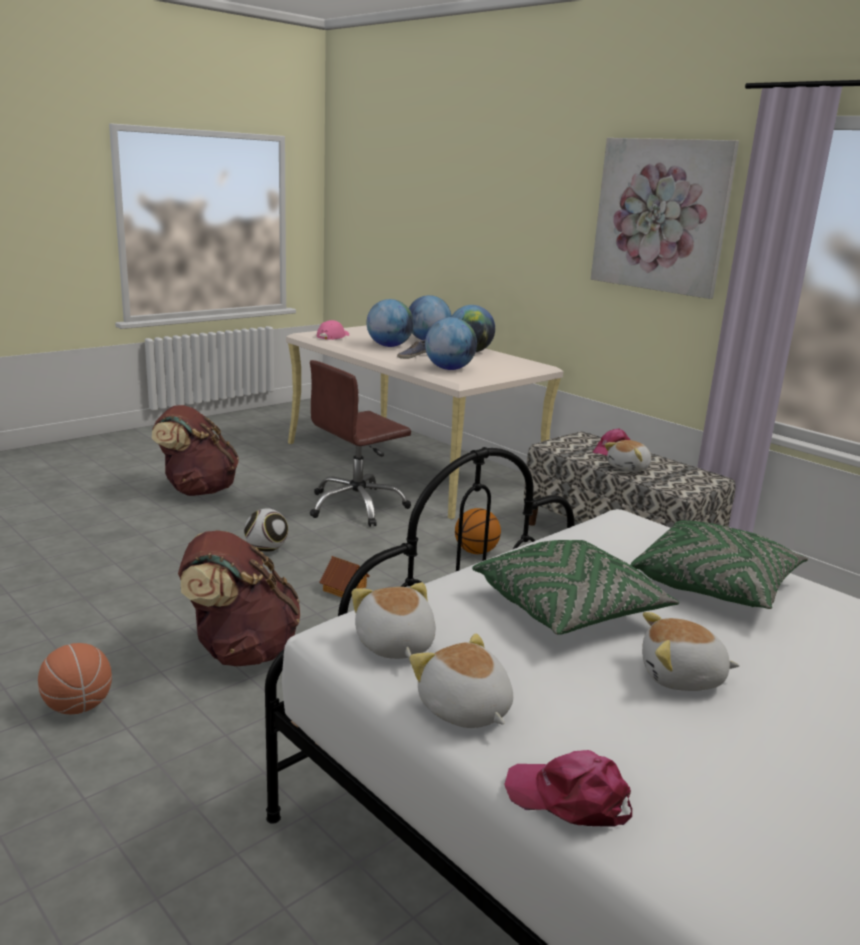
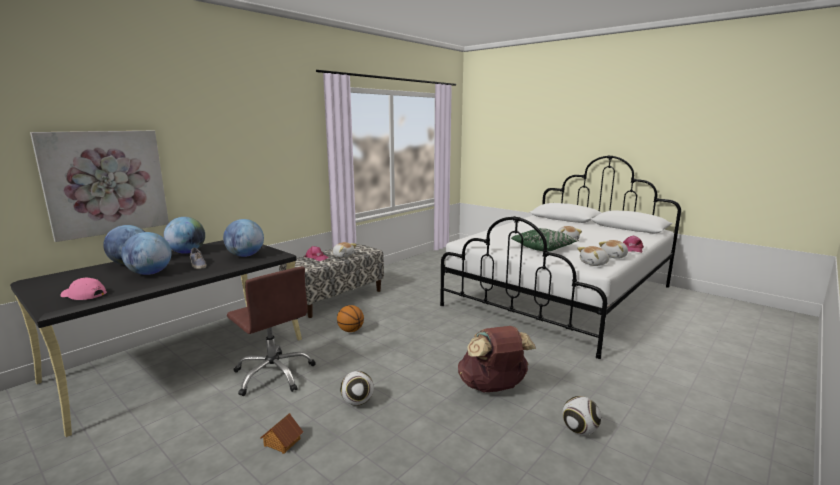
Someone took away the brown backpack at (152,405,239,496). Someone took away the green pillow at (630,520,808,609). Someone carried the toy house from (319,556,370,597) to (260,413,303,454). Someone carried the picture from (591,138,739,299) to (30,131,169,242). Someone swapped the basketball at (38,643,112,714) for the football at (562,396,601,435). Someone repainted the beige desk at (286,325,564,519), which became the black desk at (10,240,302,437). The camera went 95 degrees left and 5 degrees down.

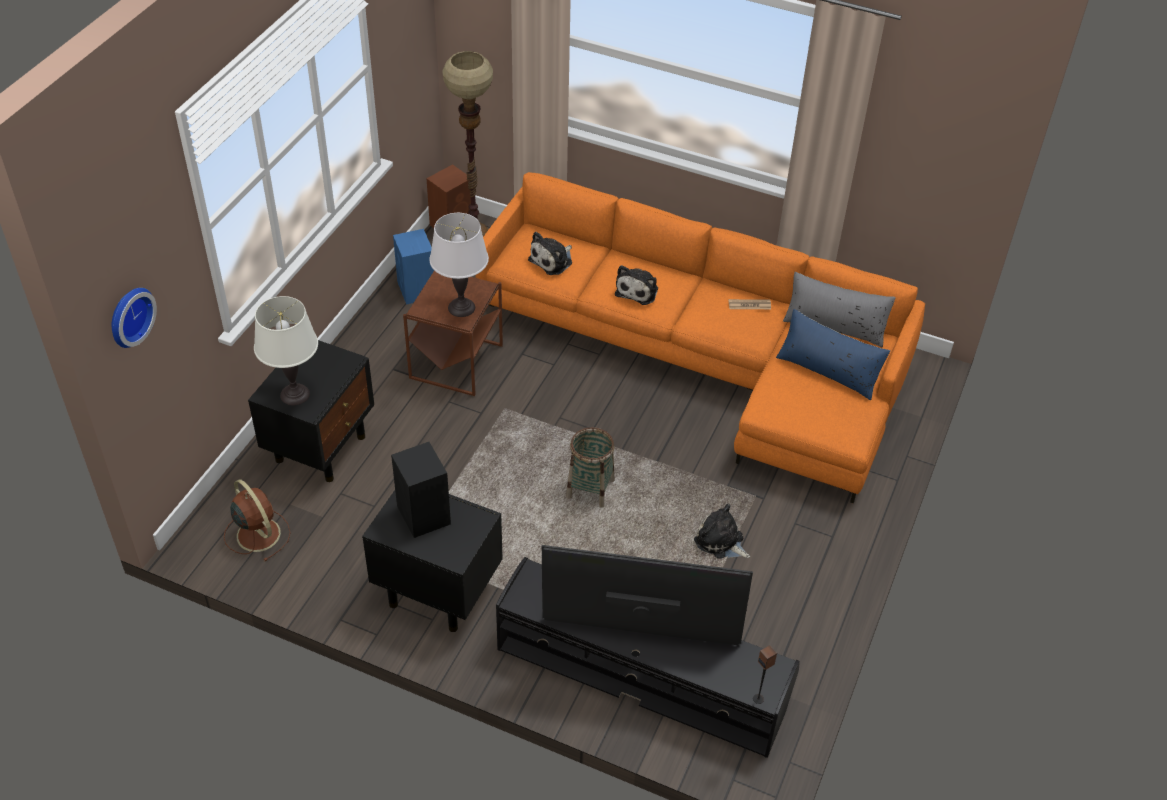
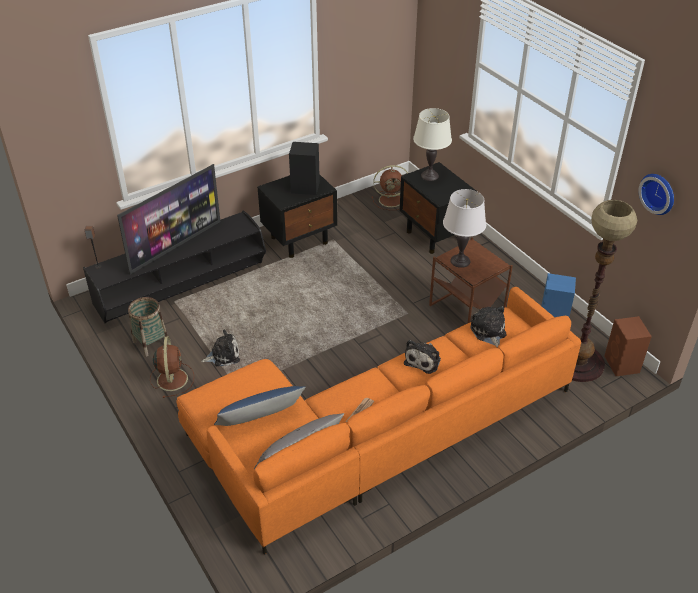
Someone put down the brown fan at (150,336,194,398). Someone carried the wall clock from (112,288,157,348) to (638,174,674,215). Someone carried the basket from (566,427,614,508) to (128,297,168,357). Someone rotated the plush toy at (615,265,658,305) by 120 degrees counterclockwise. The camera went 125 degrees right and 5 degrees down.

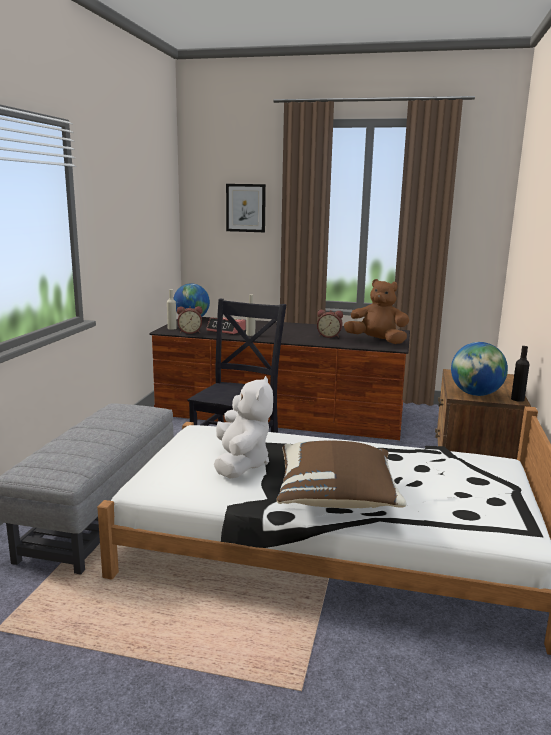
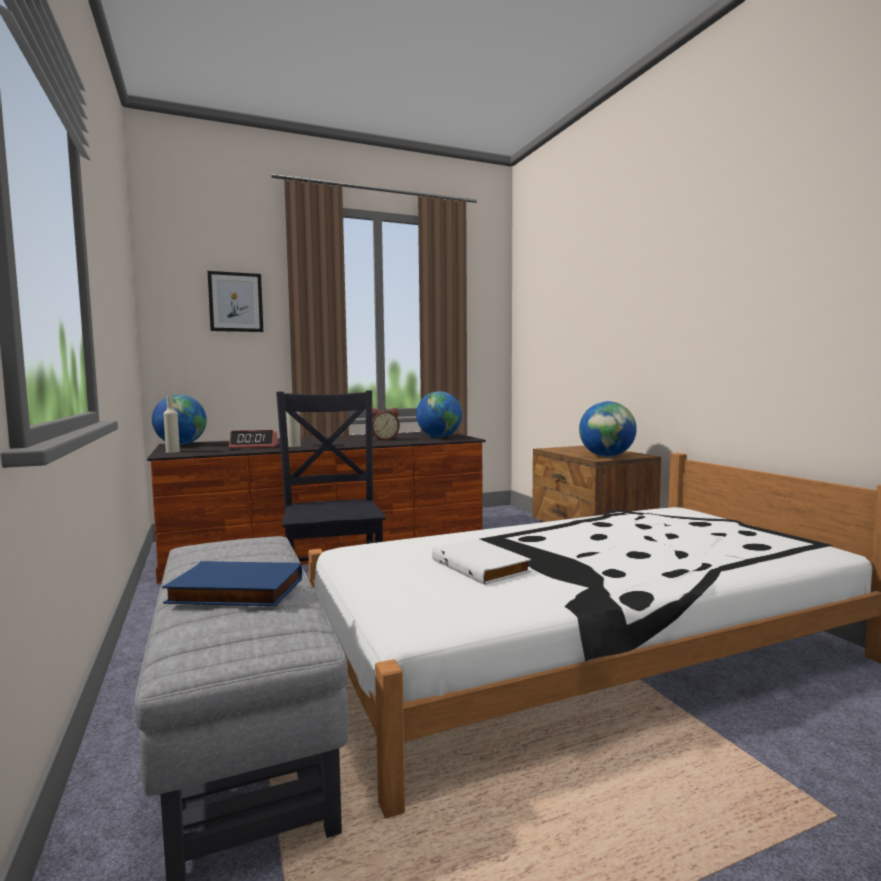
Someone took away the alarm clock at (177,306,203,334). Someone took away the brown pillow at (277,440,407,508). Someone took away the black bottle at (511,346,530,402). Someone put down the blue book at (162,561,302,606). Someone swapped the white plush toy at (214,376,273,479) for the white book at (432,539,531,585). Someone swapped the brown plush toy at (344,279,409,344) for the globe at (416,391,462,438). The camera went 35 degrees left and 10 degrees down.

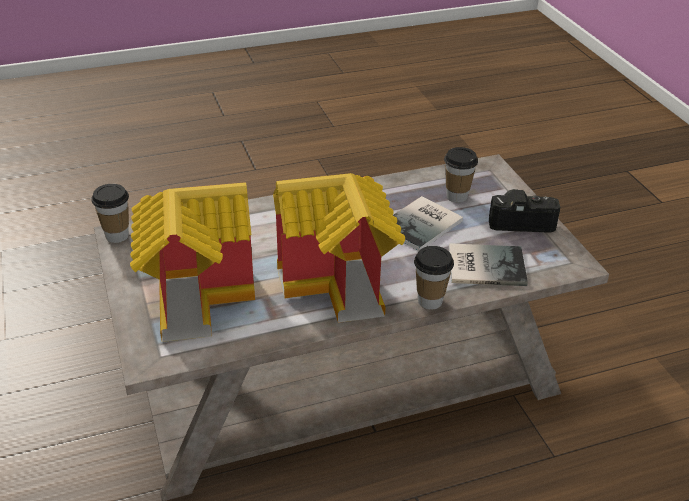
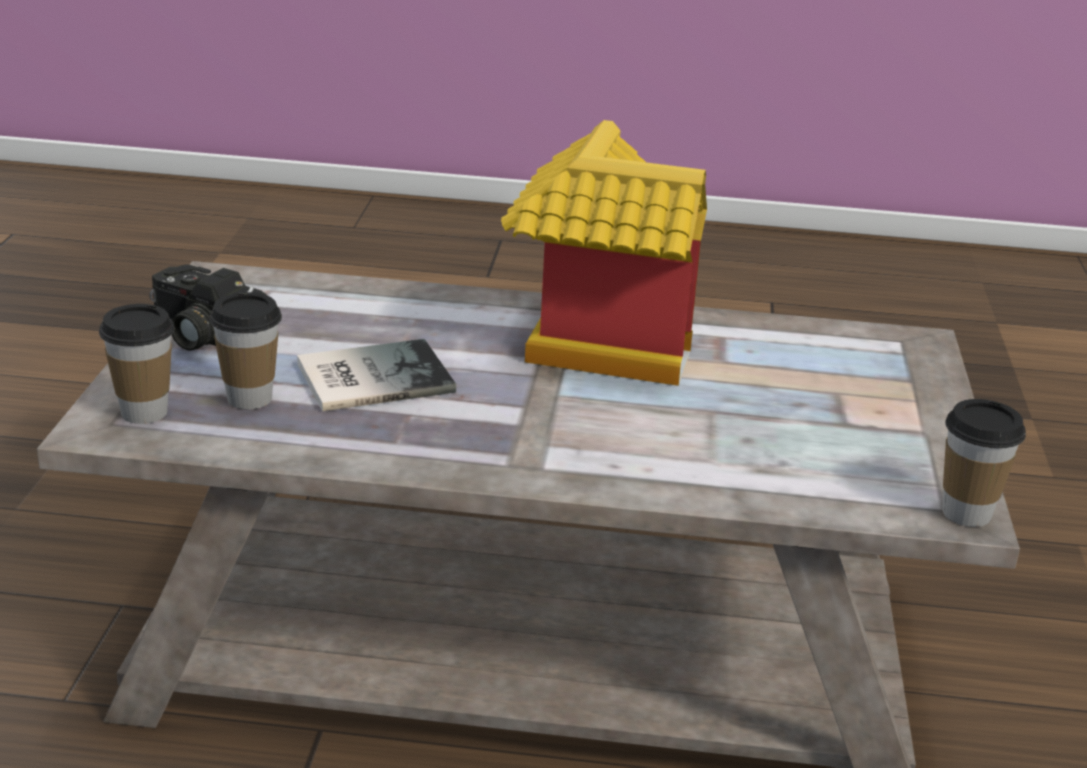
Someone took away the toy house at (130,182,255,342). Someone took away the book at (449,243,528,286). Someone carried the cup from (414,246,454,310) to (99,304,175,424). The camera went 155 degrees left and 10 degrees down.

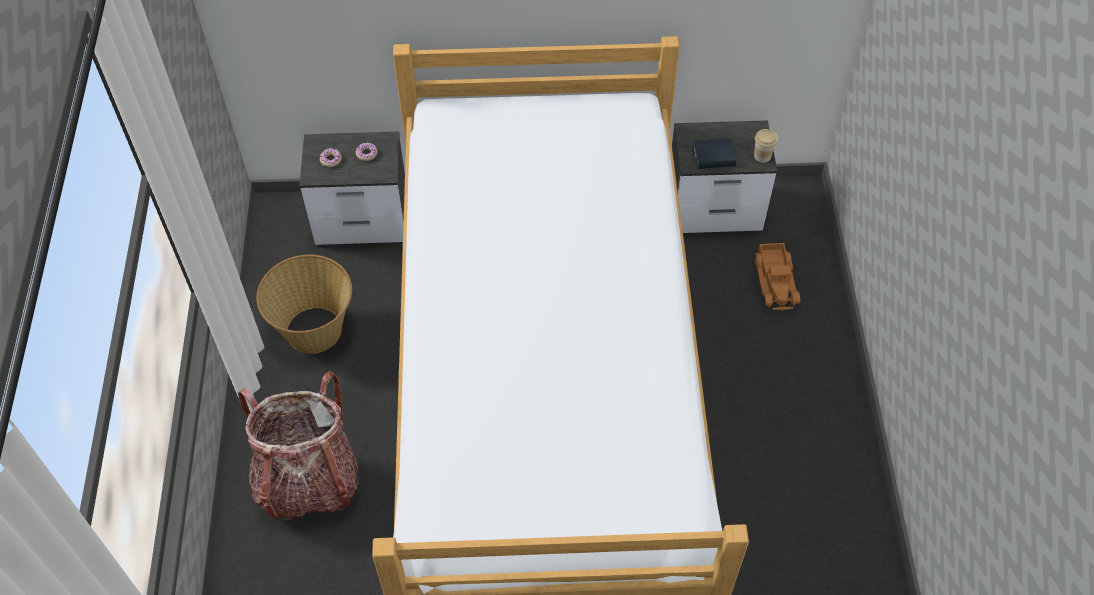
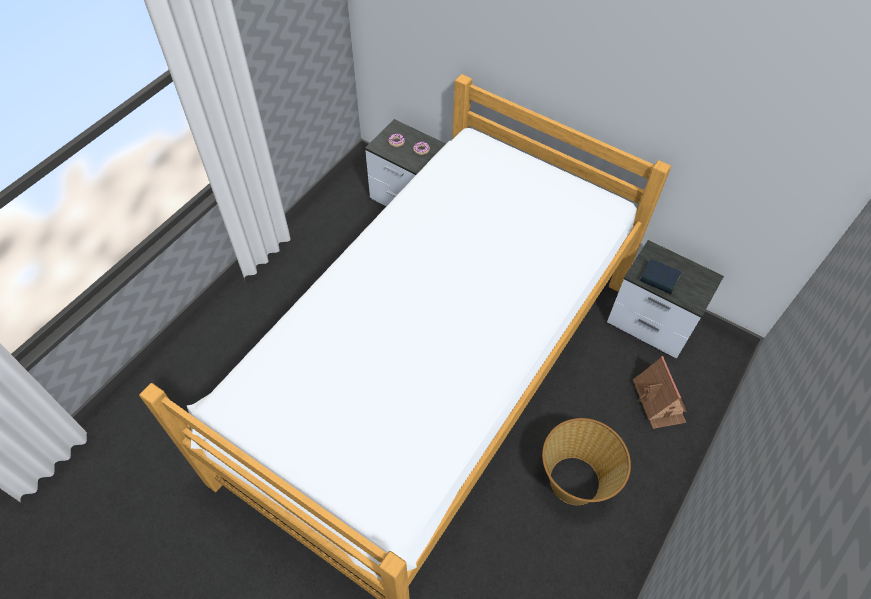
Someone took away the backpack at (238,371,359,521). Someone took away the cup at (754,129,778,163). Someone carried the basket from (256,254,352,354) to (542,418,631,505). Someone swapped the toy truck at (755,243,800,310) for the toy house at (633,356,687,429). The camera went 35 degrees right and 0 degrees up.

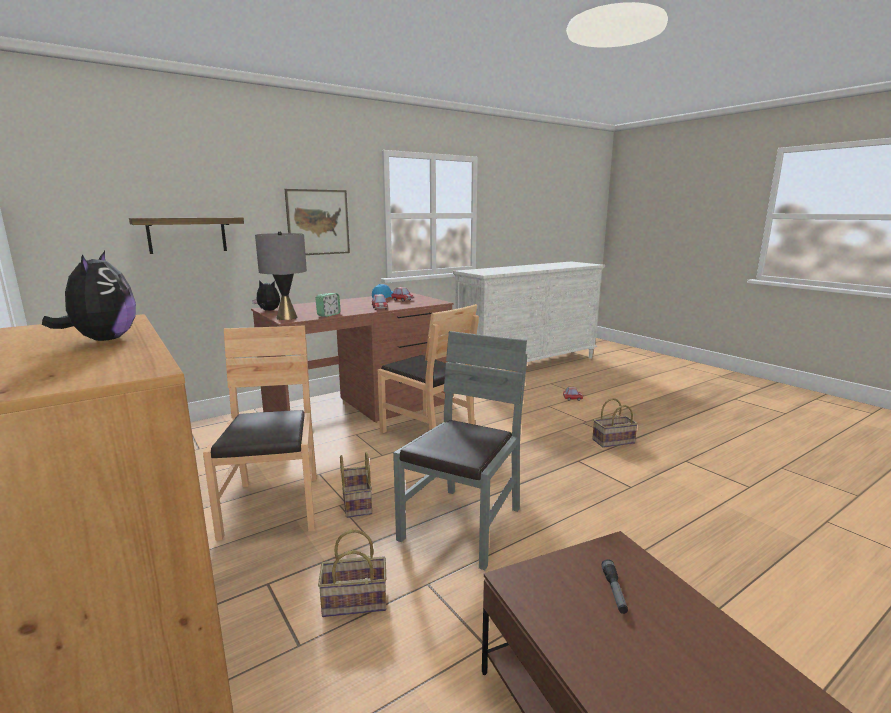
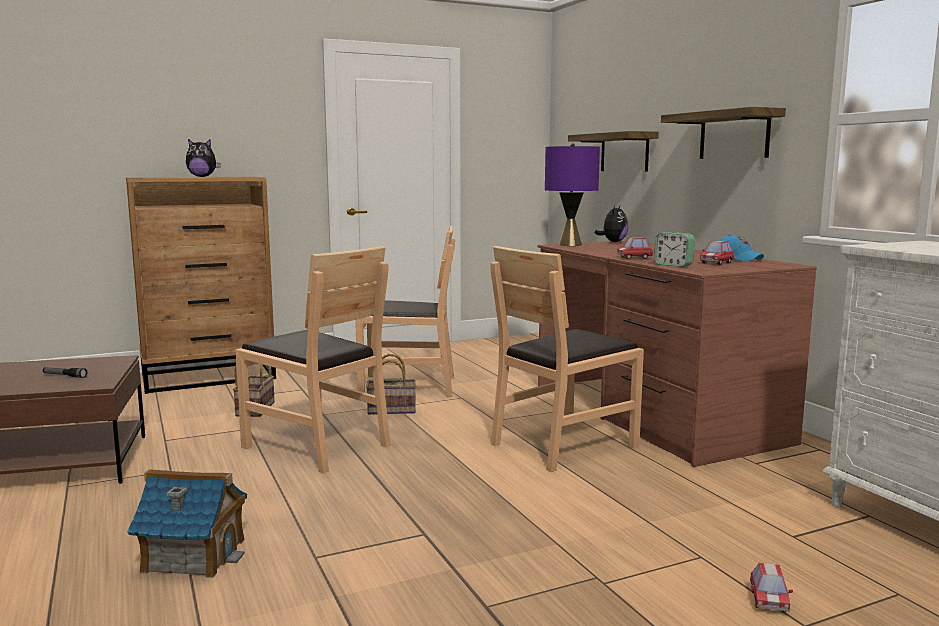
Someone took away the basket at (592,398,638,448). Someone put down the toy house at (127,469,247,578). Someone carried the alarm clock from (316,293,341,317) to (654,232,695,267). Someone swapped the picture at (285,189,350,255) for the shelf at (661,107,786,159). Someone repainted the grey table lamp at (255,231,307,320), which became the purple table lamp at (545,143,600,246). Someone repainted the grey chair at (393,331,527,570), which became the brown chair at (235,246,391,474). The camera went 100 degrees right and 5 degrees down.

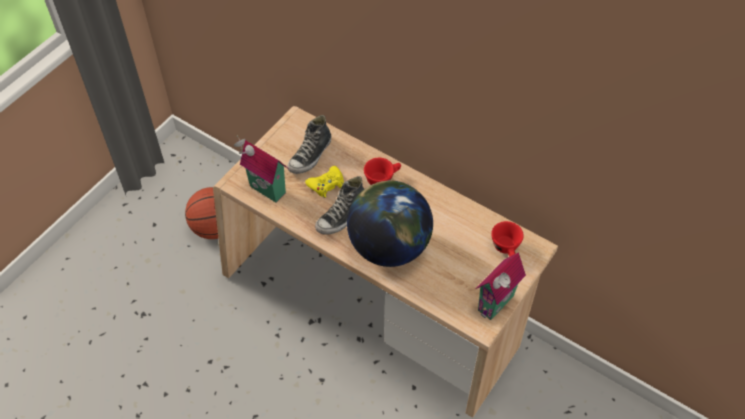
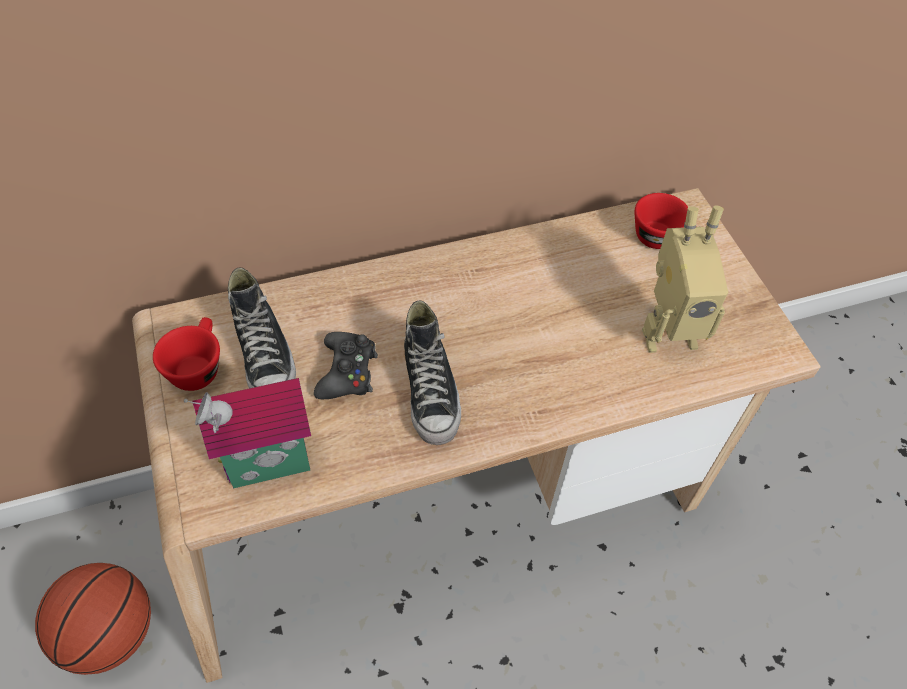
Someone took away the globe at (347,180,433,267). Someone took away the toy house at (475,252,526,320). Someone put down the toy robot at (642,205,728,353). Someone carried the red cup from (364,158,401,185) to (153,317,220,391). Someone repainted the yellow game controller at (305,166,344,198), which became the black game controller at (314,332,378,399). The camera went 55 degrees left and 0 degrees up.

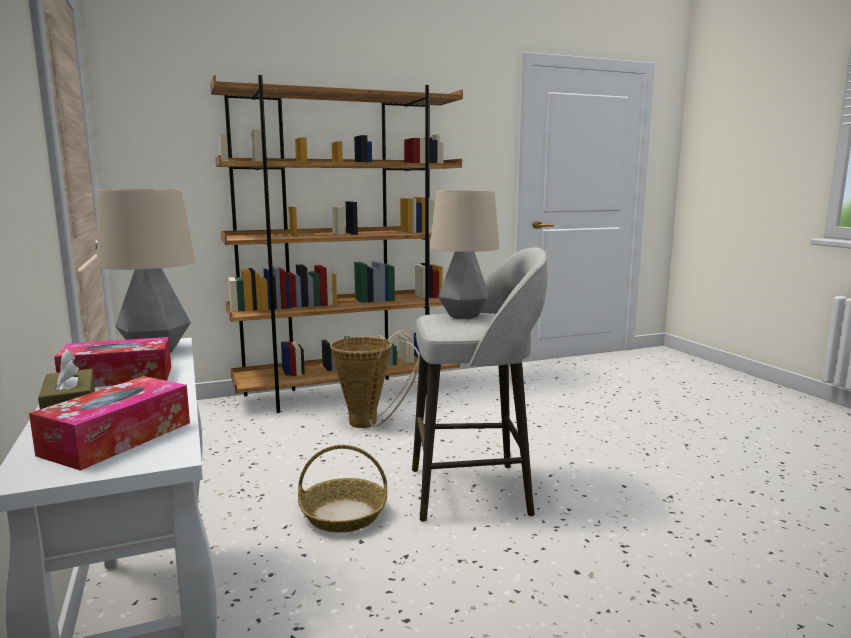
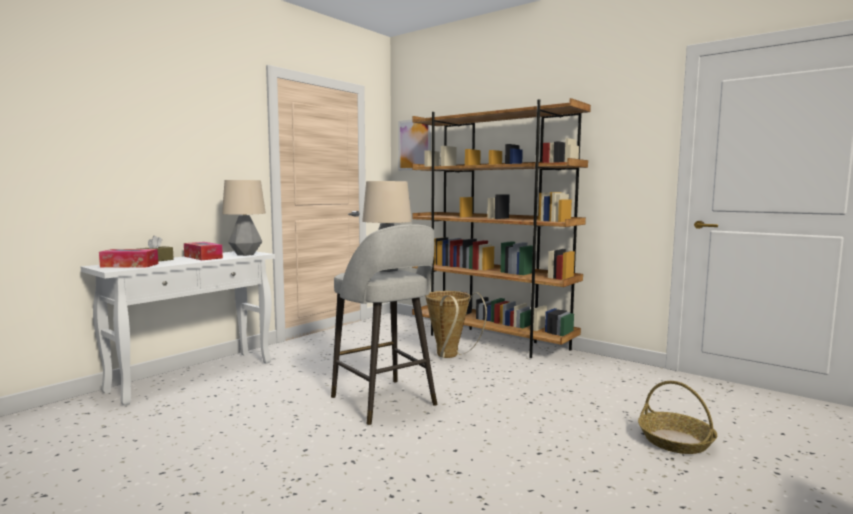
Someone put up the picture at (398,120,431,170). Someone carried the basket from (298,445,387,532) to (638,381,717,454). The camera went 60 degrees right and 5 degrees down.

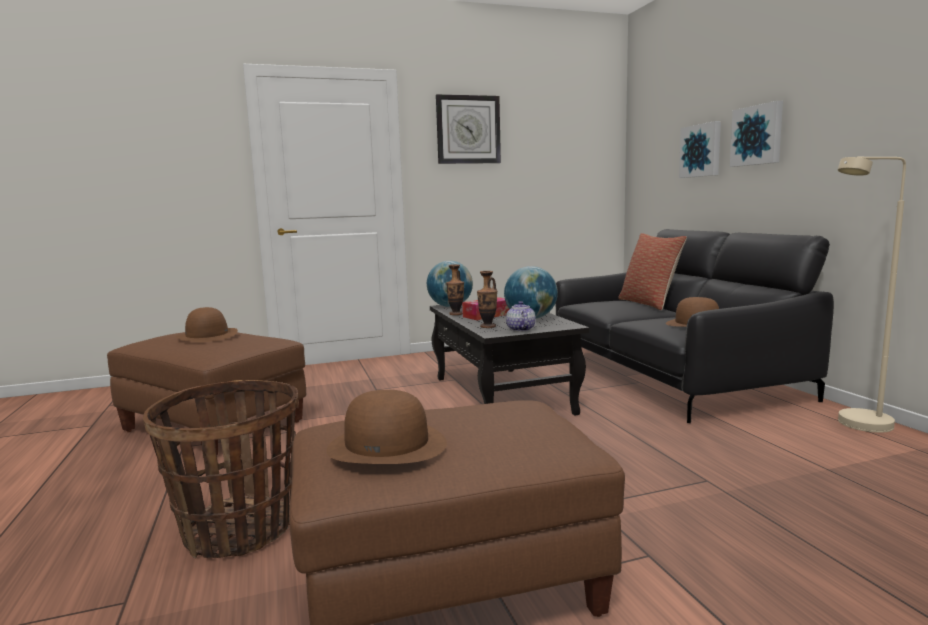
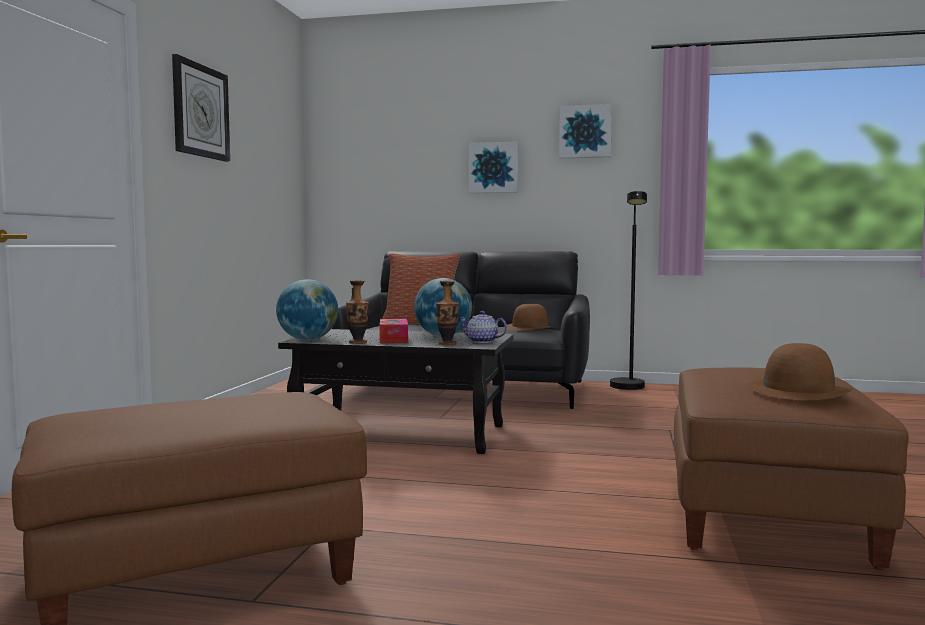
Someone took away the basket at (143,380,299,558). Someone took away the brown hat at (175,307,238,342). Someone carried the picture from (679,121,721,178) to (559,104,612,158). Someone repainted the beige floor lamp at (838,157,906,433), which became the black floor lamp at (610,191,647,390). The camera went 60 degrees left and 5 degrees down.

